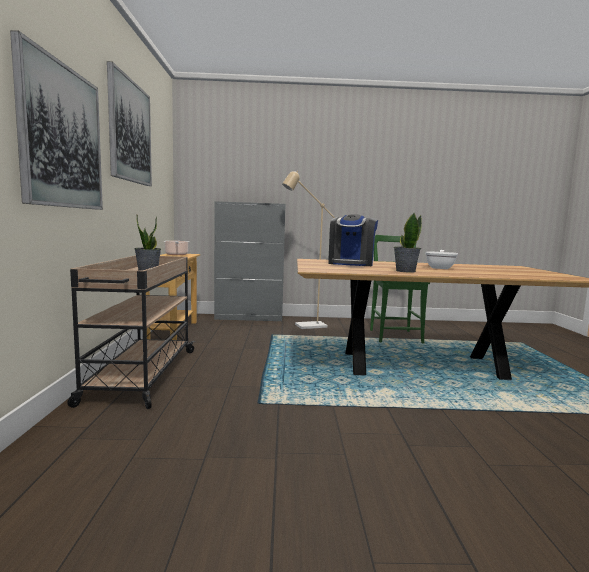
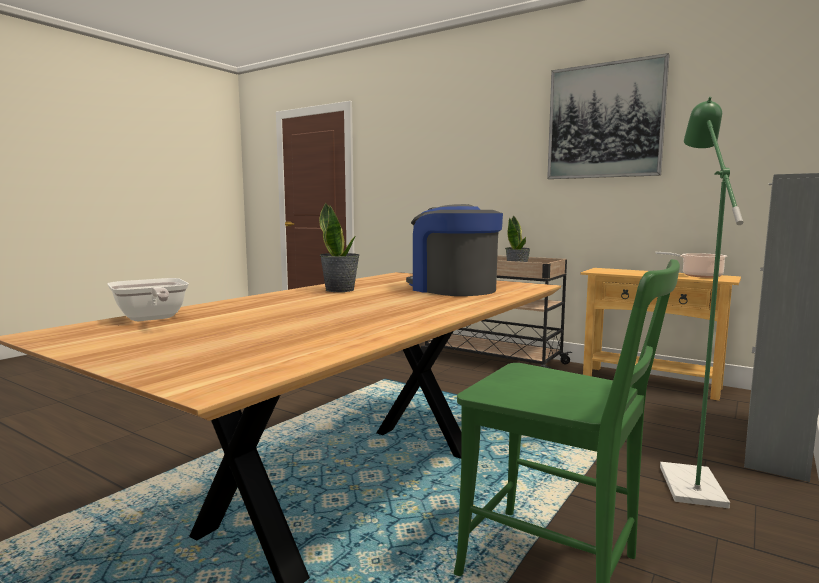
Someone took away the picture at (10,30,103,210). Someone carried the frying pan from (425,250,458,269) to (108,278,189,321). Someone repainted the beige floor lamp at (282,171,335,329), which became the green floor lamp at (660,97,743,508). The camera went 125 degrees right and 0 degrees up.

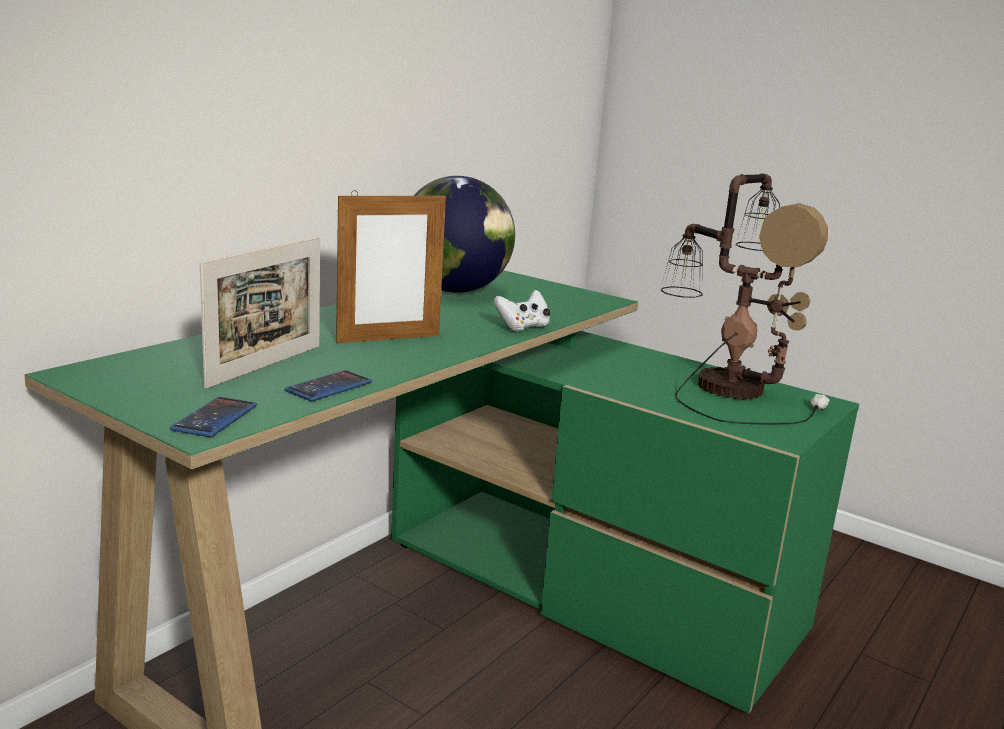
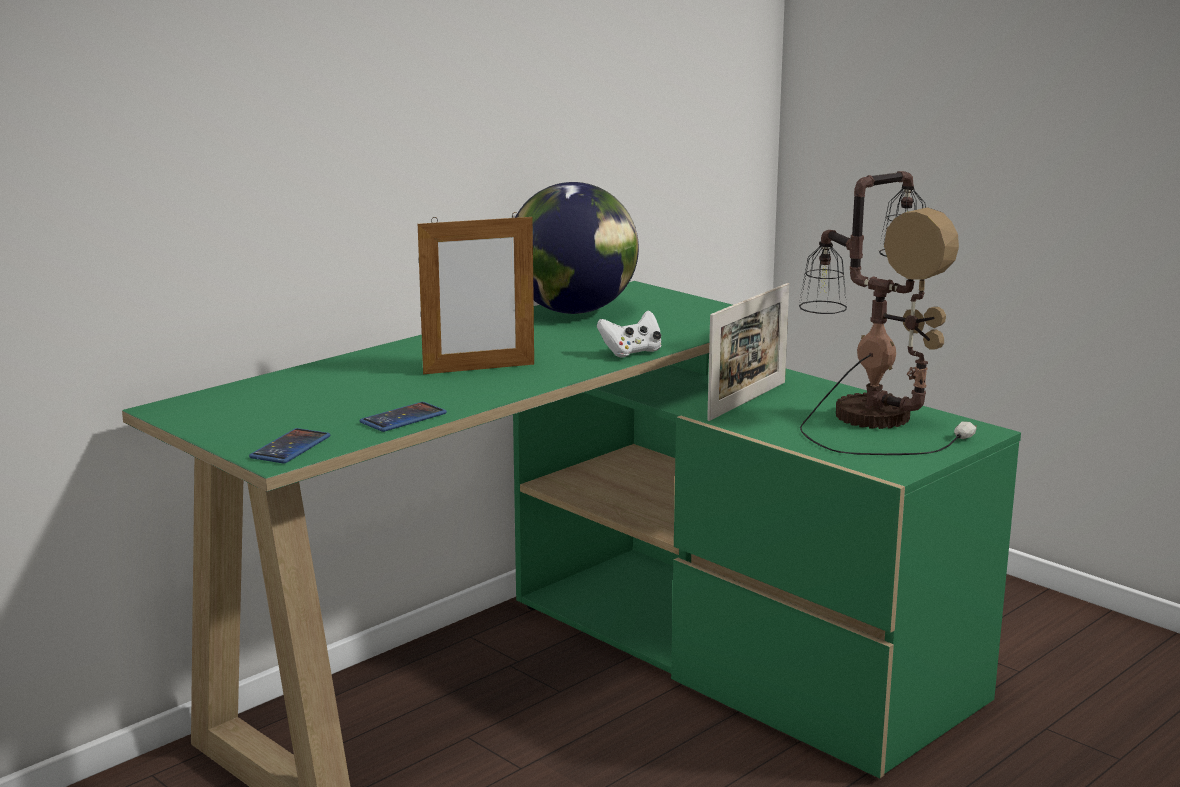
Someone carried the picture frame from (199,237,320,389) to (707,283,789,421). The camera went 10 degrees right and 0 degrees up.

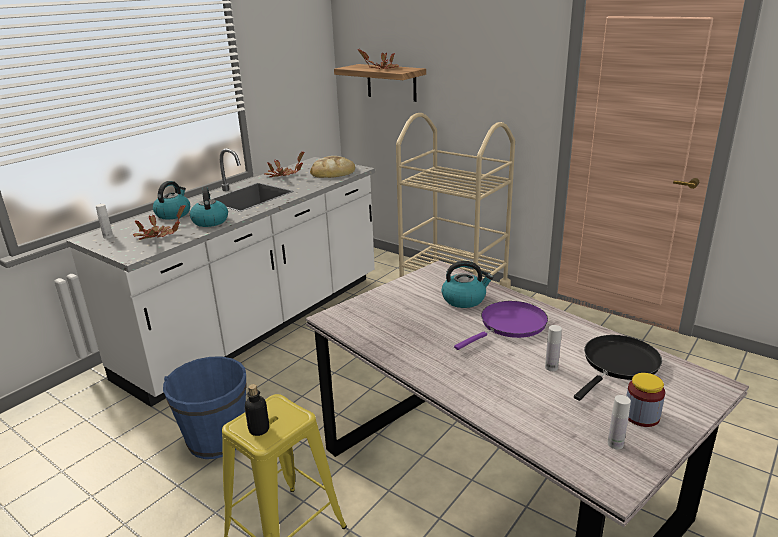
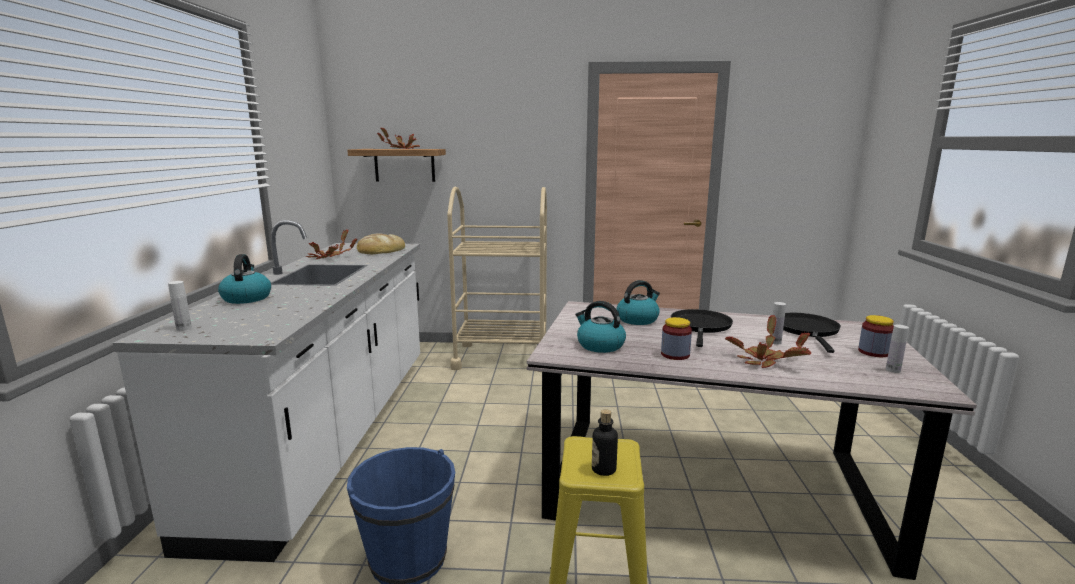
Someone put down the jar at (661,317,692,360). Someone carried the potted plant from (133,205,186,240) to (725,315,811,368). Someone carried the kettle from (190,187,228,227) to (575,301,626,353). Someone repainted the purple frying pan at (454,301,548,350), which became the black frying pan at (671,309,733,347). The camera went 35 degrees left and 10 degrees down.

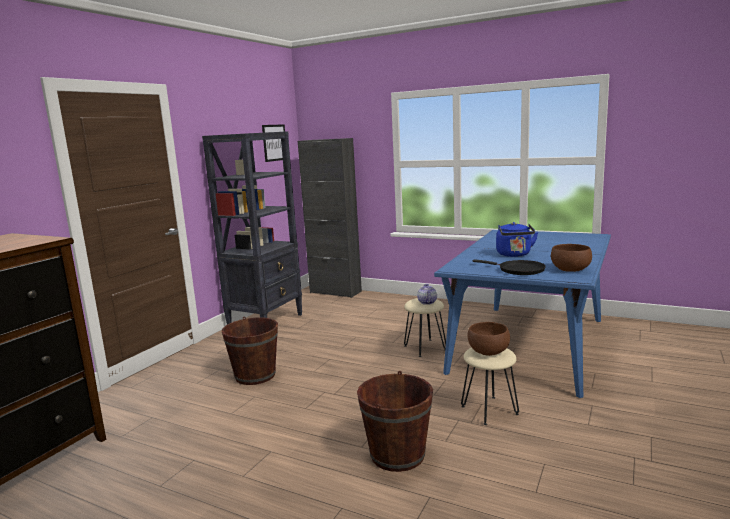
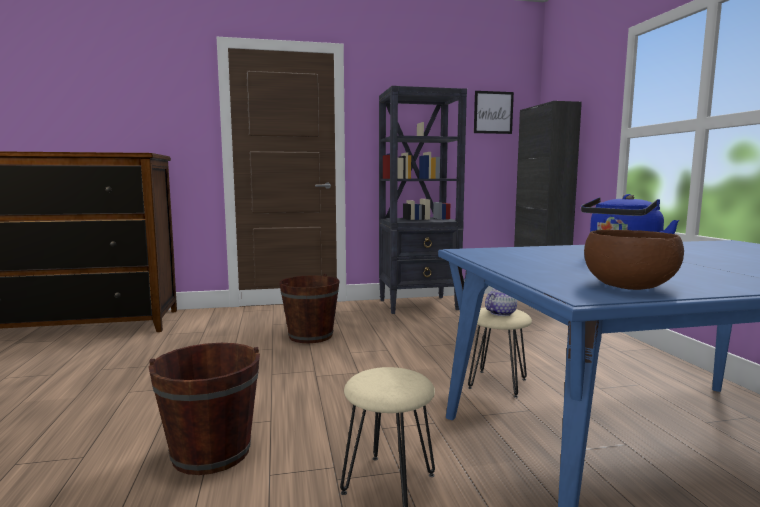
Someone took away the brown bowl at (468,322,510,356). Someone took away the black frying pan at (473,259,546,275). The camera went 50 degrees right and 5 degrees down.

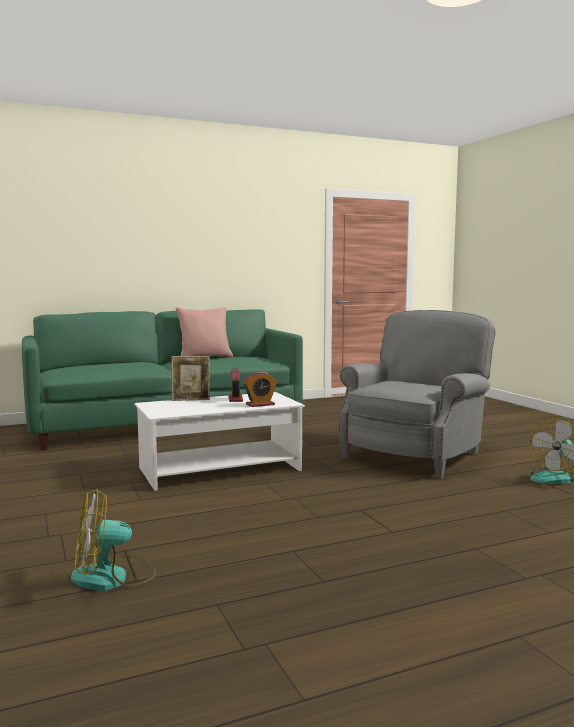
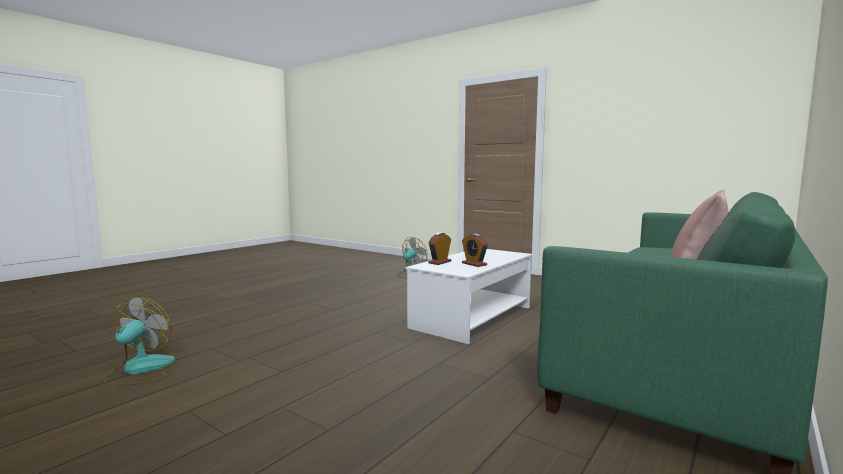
Someone took away the picture frame at (171,356,210,401). Someone took away the grey armchair at (339,310,496,479). The camera went 150 degrees right and 0 degrees up.

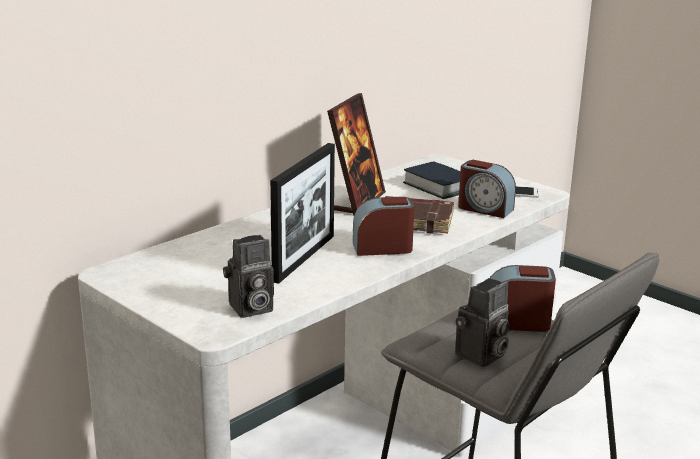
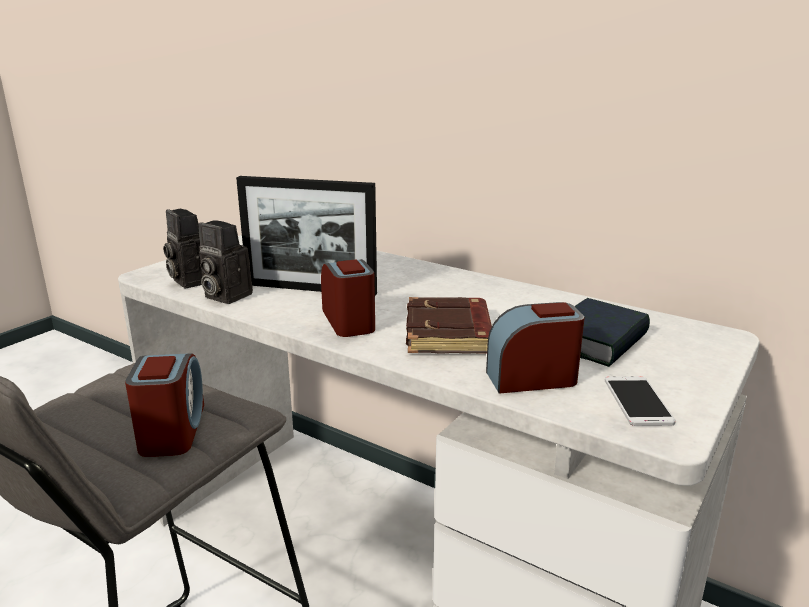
Someone took away the picture frame at (327,93,386,216). Someone carried the photo camera from (455,278,509,367) to (199,221,253,304). Someone rotated the alarm clock at (458,160,516,218) by 60 degrees clockwise. The camera went 80 degrees right and 0 degrees up.

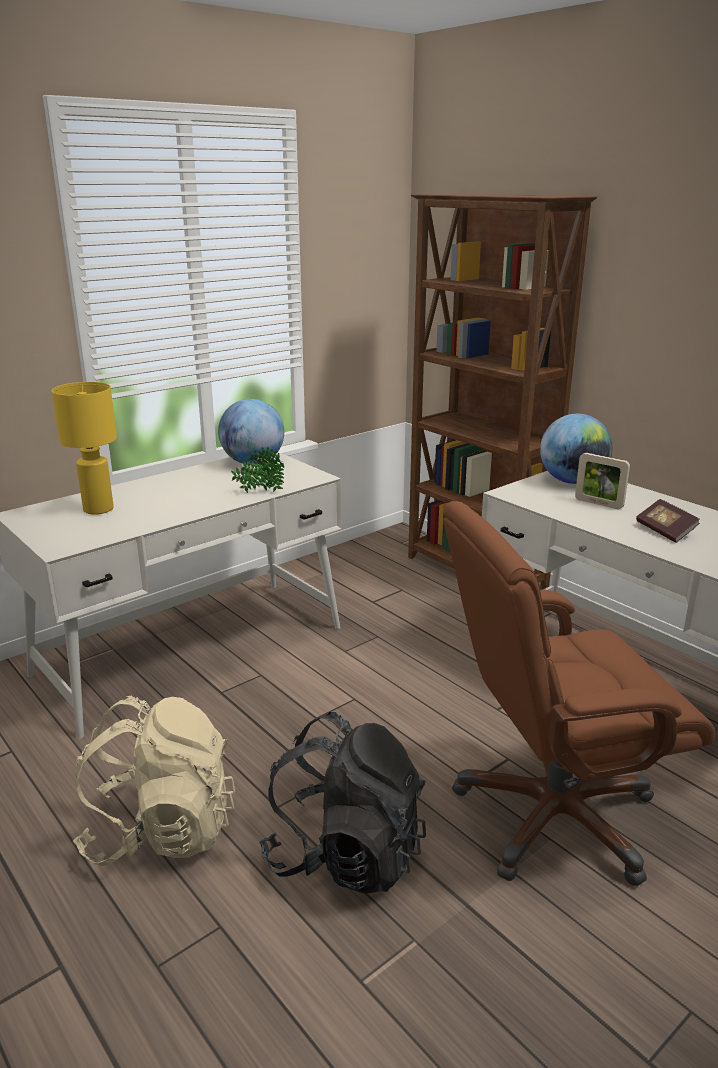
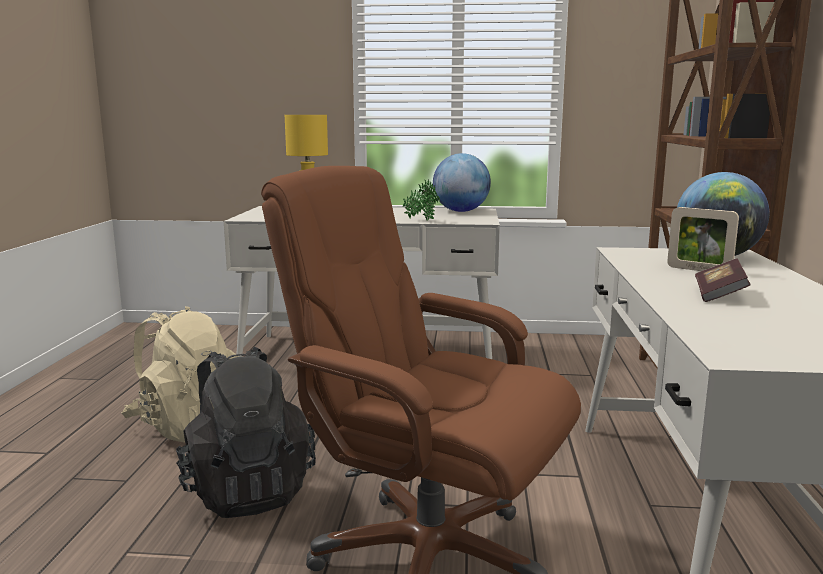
Someone rotated the picture frame at (575,453,630,509) by 45 degrees counterclockwise. The camera went 45 degrees right and 10 degrees down.

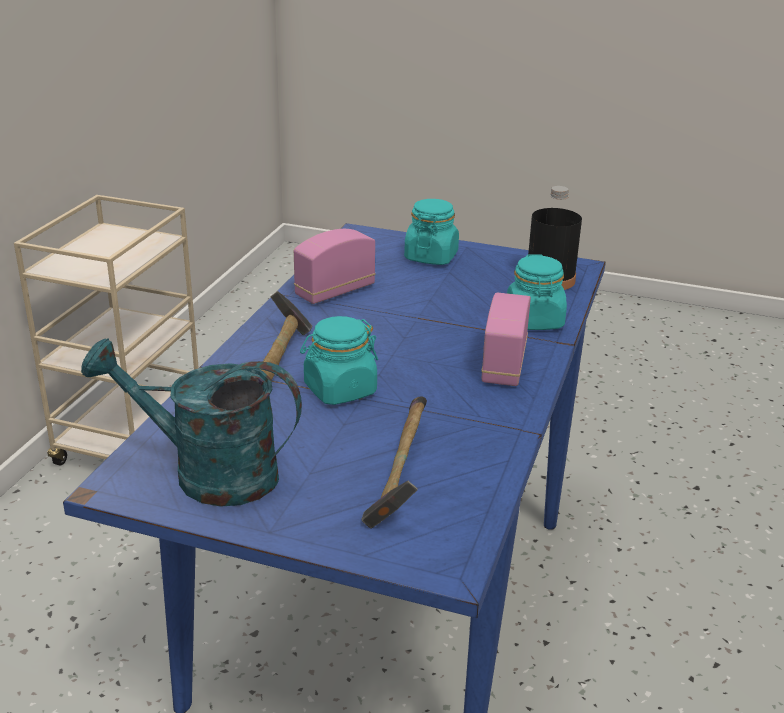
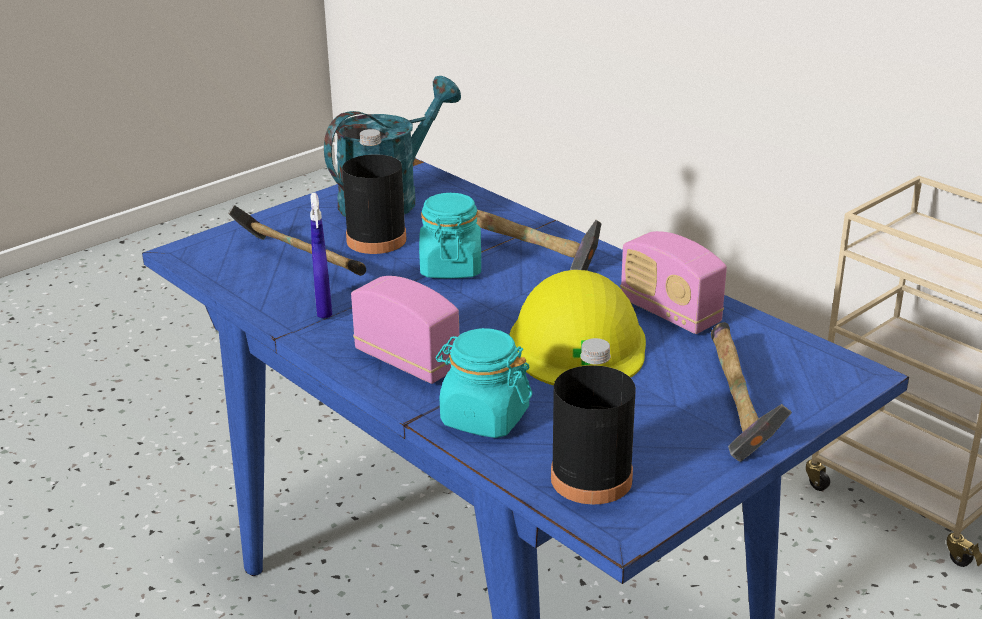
Someone put down the blue spray bottle at (310,193,332,318). Someone put down the black bottle at (342,129,406,254). Someone put down the yellow hard hat at (510,270,646,386). Someone swapped the turquoise jar at (404,199,459,265) for the hammer at (711,322,792,462). Someone rotated the radio at (294,229,376,304) by 150 degrees clockwise. The camera went 120 degrees right and 0 degrees up.

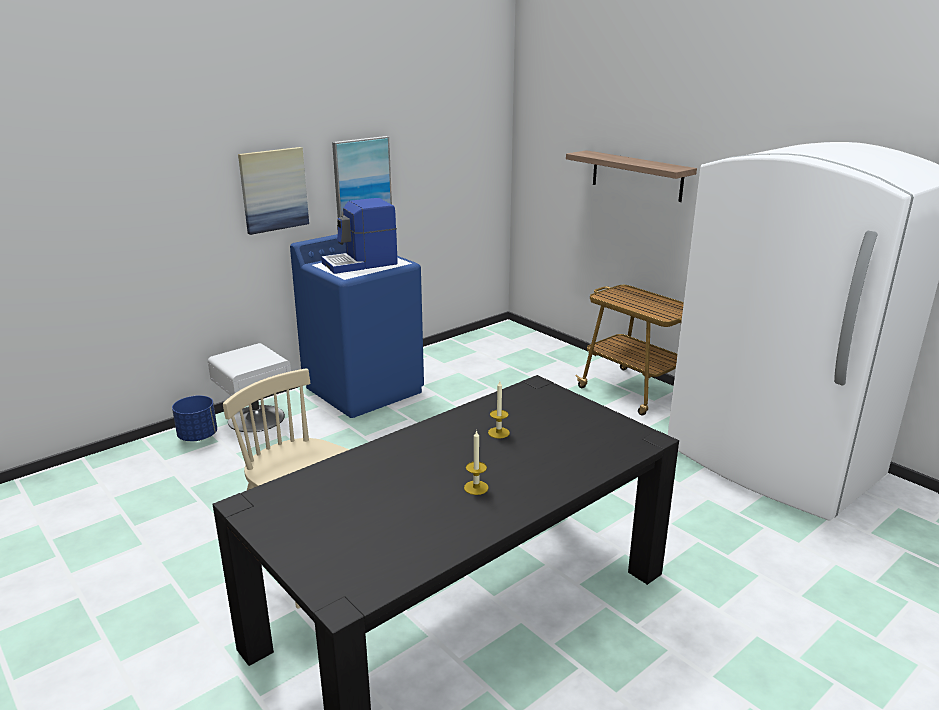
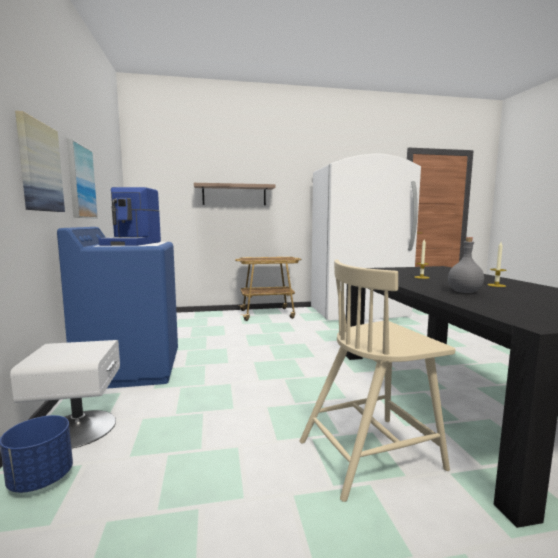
Someone put down the grey bottle at (448,237,484,293). The camera went 60 degrees left and 15 degrees down.

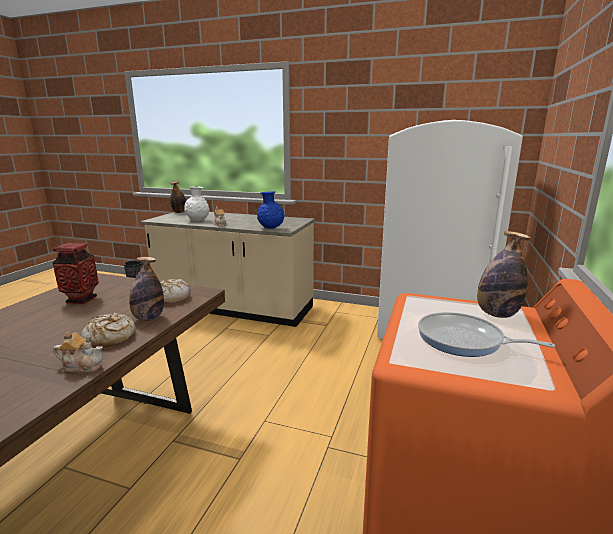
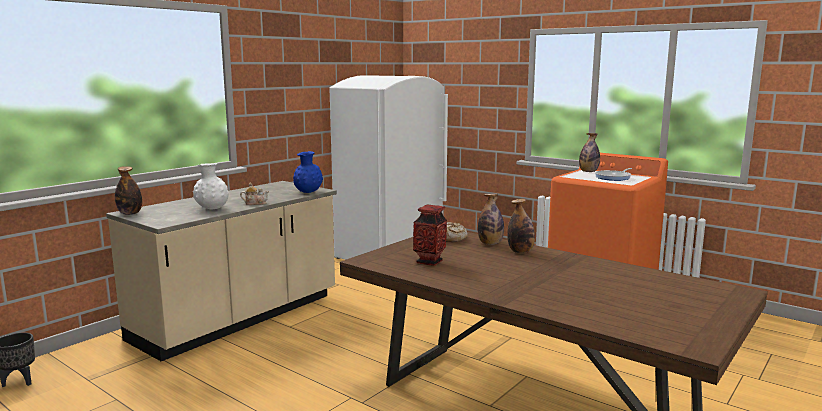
Someone took away the teapot at (53,332,103,373). Someone swapped the bread at (81,313,136,347) for the bottle at (507,199,535,253). The camera went 70 degrees left and 5 degrees down.

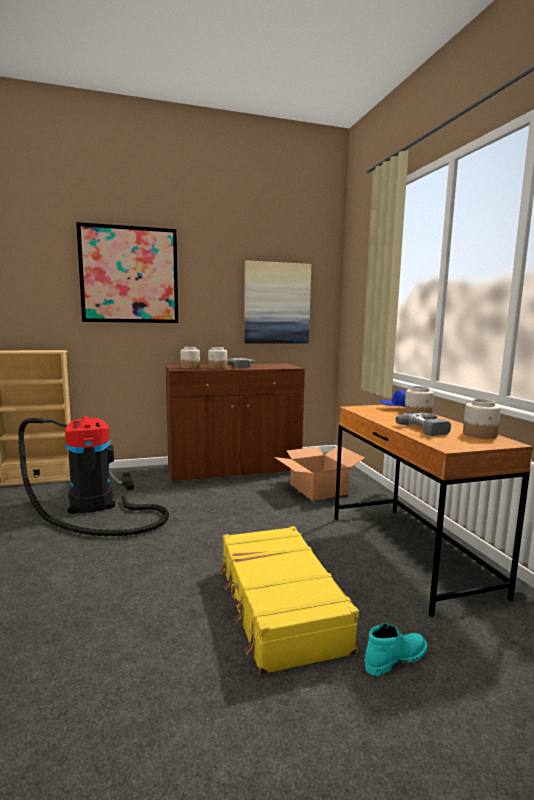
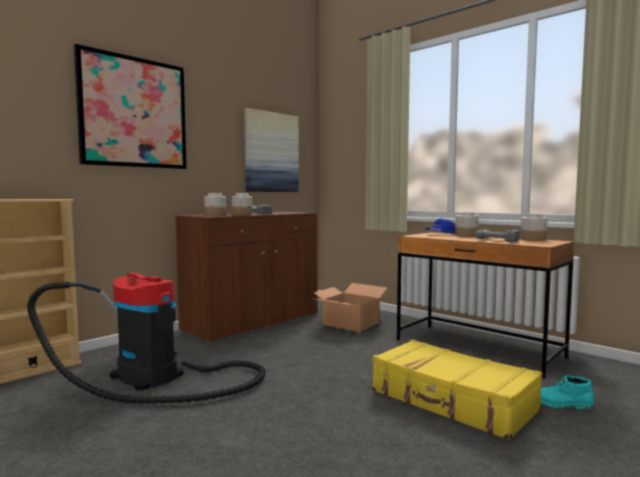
Someone rotated the turquoise boot at (364,623,427,676) by 105 degrees counterclockwise. The camera went 30 degrees left and 5 degrees down.

